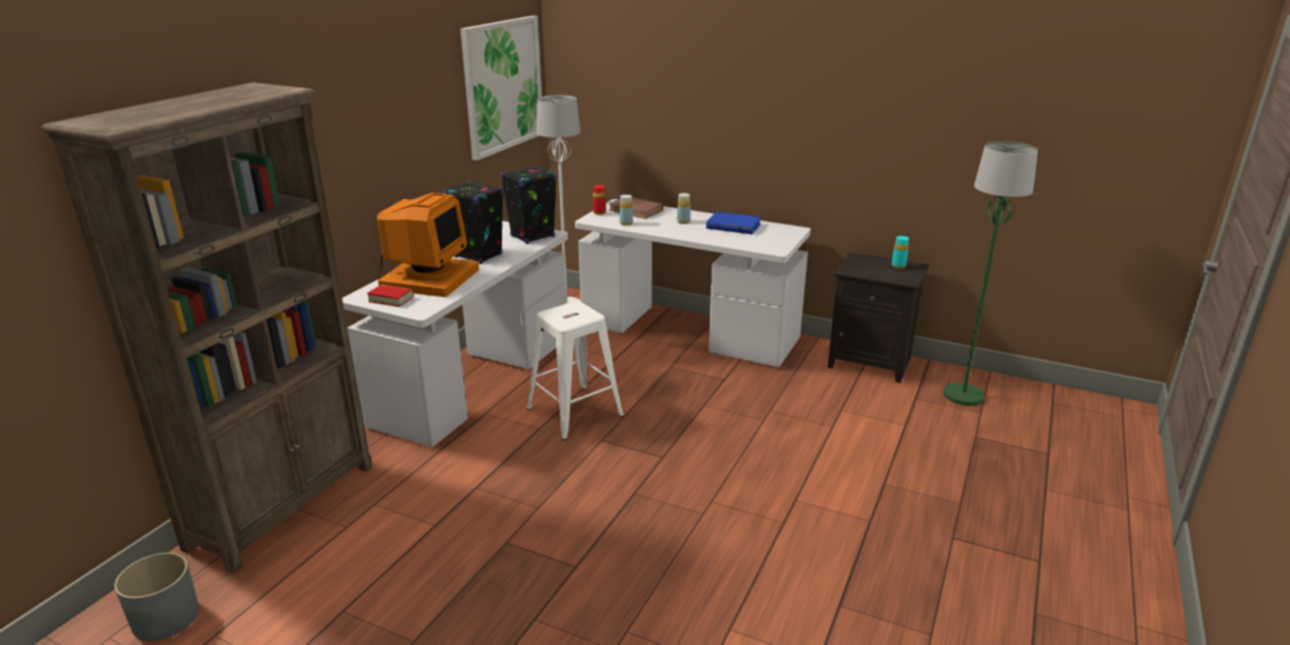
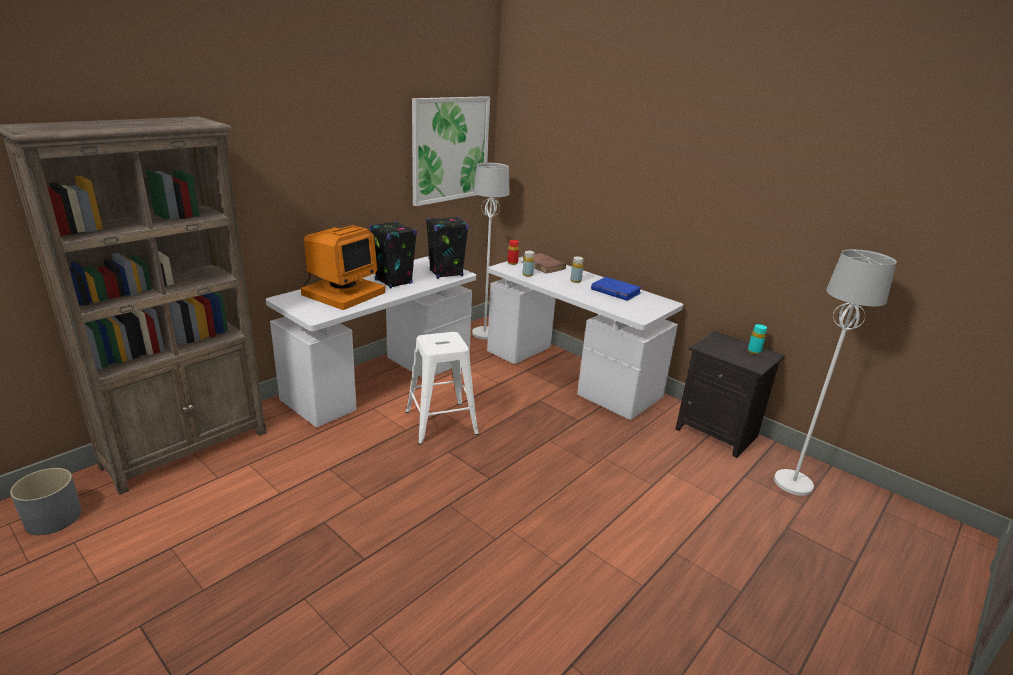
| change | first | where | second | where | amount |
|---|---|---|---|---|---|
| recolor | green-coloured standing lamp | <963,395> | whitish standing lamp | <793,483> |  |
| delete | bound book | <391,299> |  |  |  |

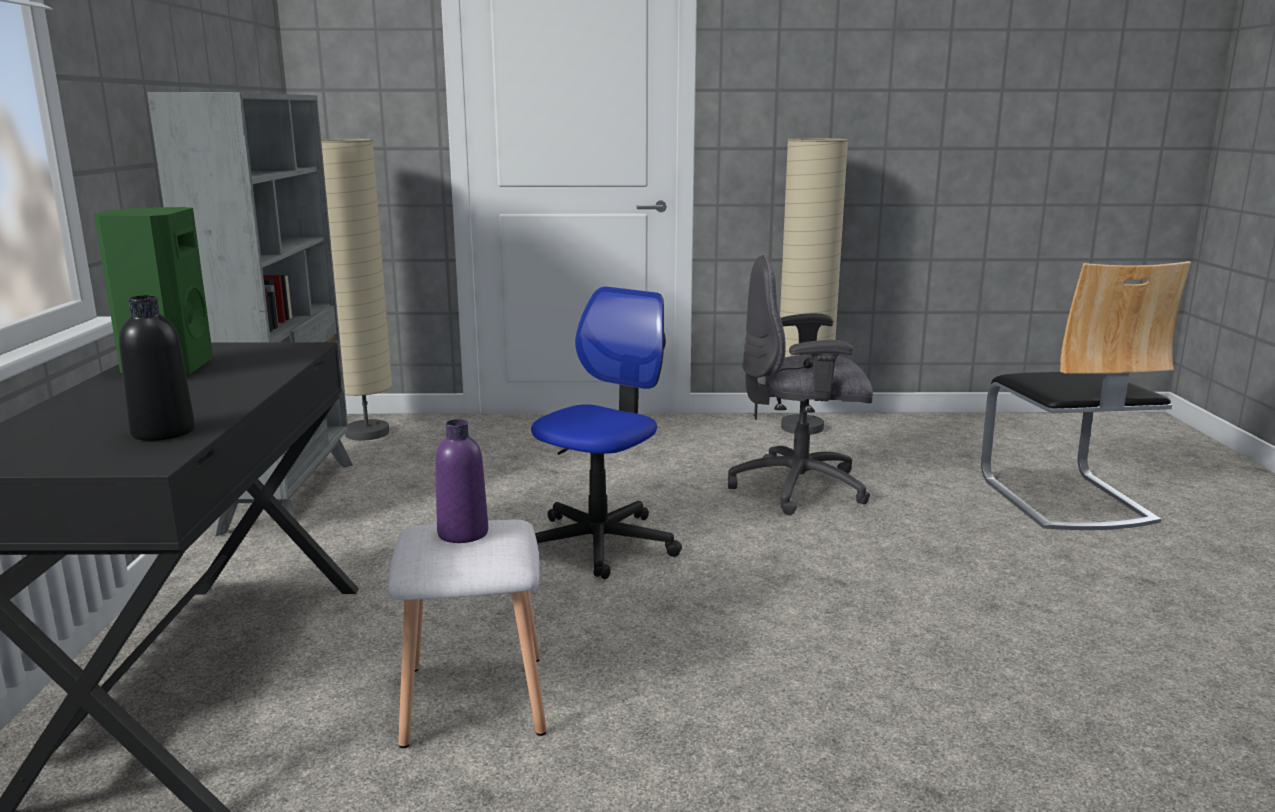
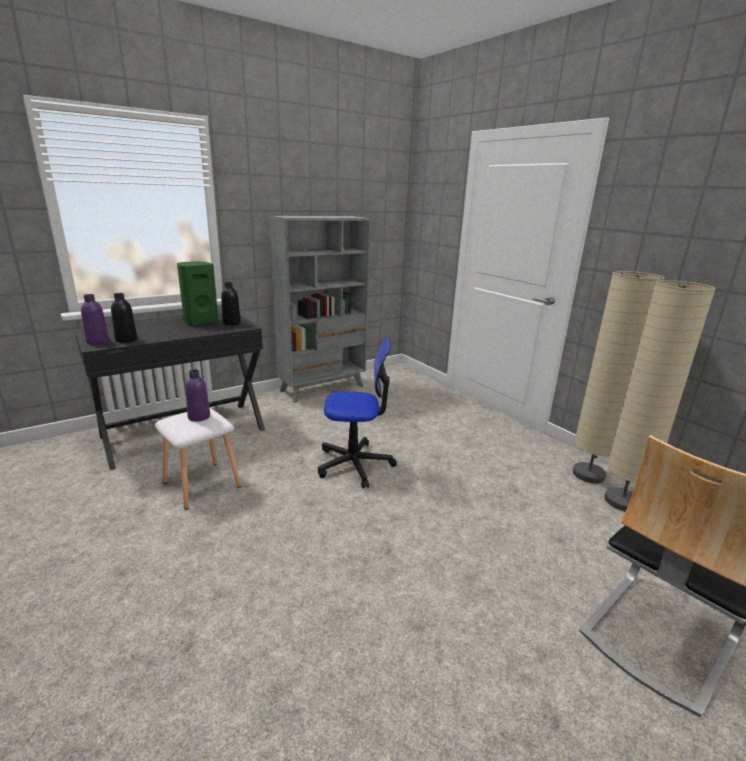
| change | first | where | second | where | amount |
|---|---|---|---|---|---|
| move | beige standing lamp | <367,433> |  | <622,501> |  |
| delete | gray computer chair | <801,488> |  |  |  |
| insert |  |  | black drink bottle | <231,323> |  |
| insert |  |  | purple-coloured drink bottle | <98,342> |  |

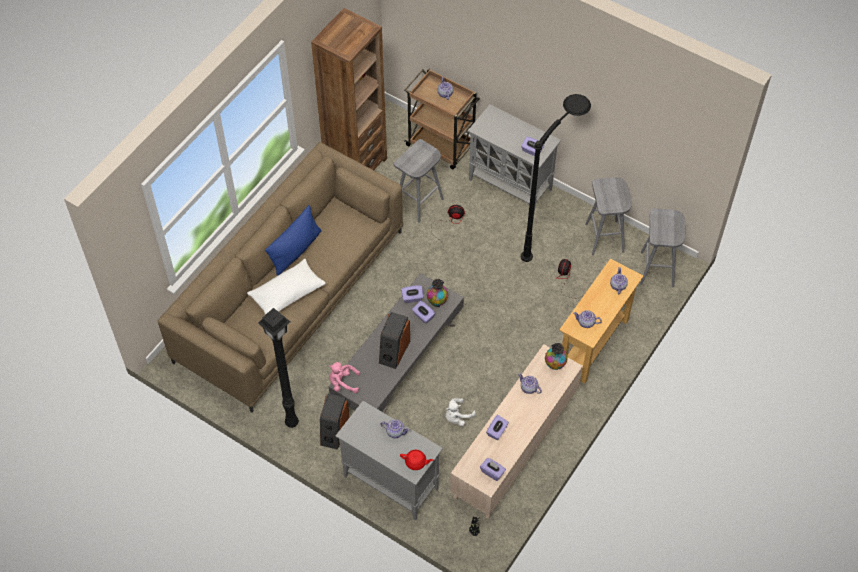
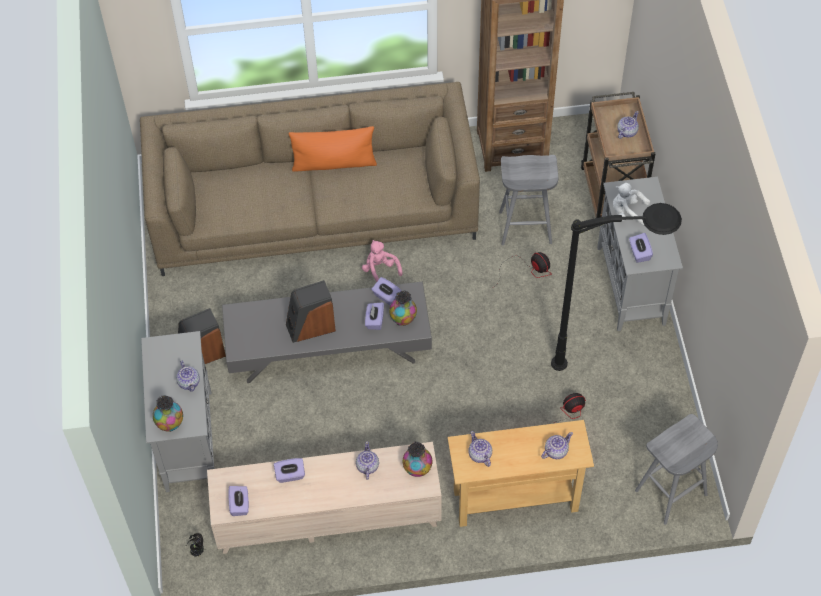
| change | first | where | second | where | amount |
|---|---|---|---|---|---|
| delete | gray stool | <605,238> |  |  |  |
| recolor | blue-coloured cushion | <295,250> | orangey cushion | <334,163> |  |
| delete | whitish cushion | <287,294> |  |  |  |
| delete | black standing lamp | <290,423> |  |  |  |
| move | pink-coloured plush toy | <343,383> |  | <380,270> |  |
| move | whitish plush toy | <457,417> |  | <628,213> |  |
| replace | reddish tea pot | <416,462> | decorative vase | <170,424> |  |

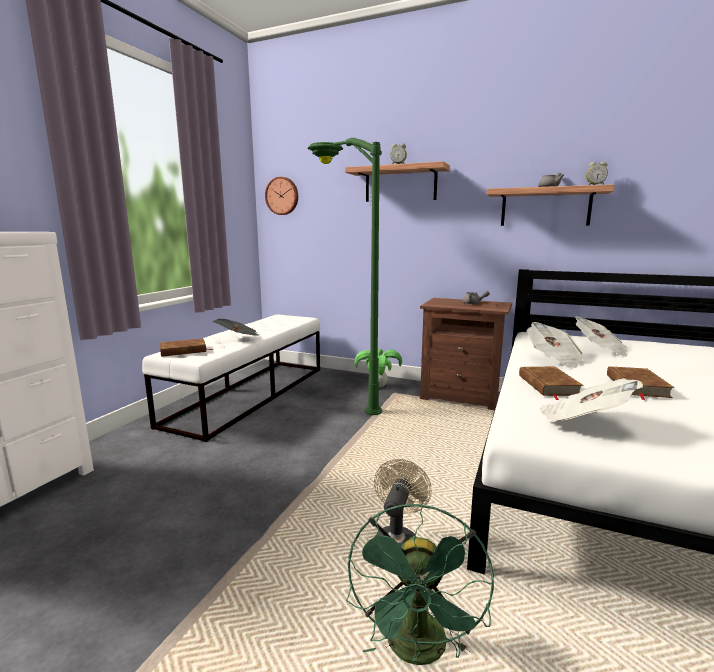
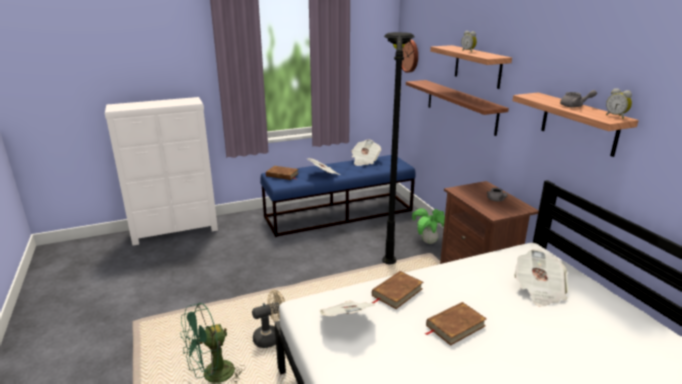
| change | first | where | second | where | amount |
|---|---|---|---|---|---|
| recolor | green-coloured standing lamp | <340,396> | black standing lamp | <389,239> |  |
| recolor | whitish bench | <250,394> | blue-coloured bench | <339,213> |  |
| move | newspaper | <554,359> |  | <365,161> |  |
| insert |  |  | shelf | <460,106> |  |

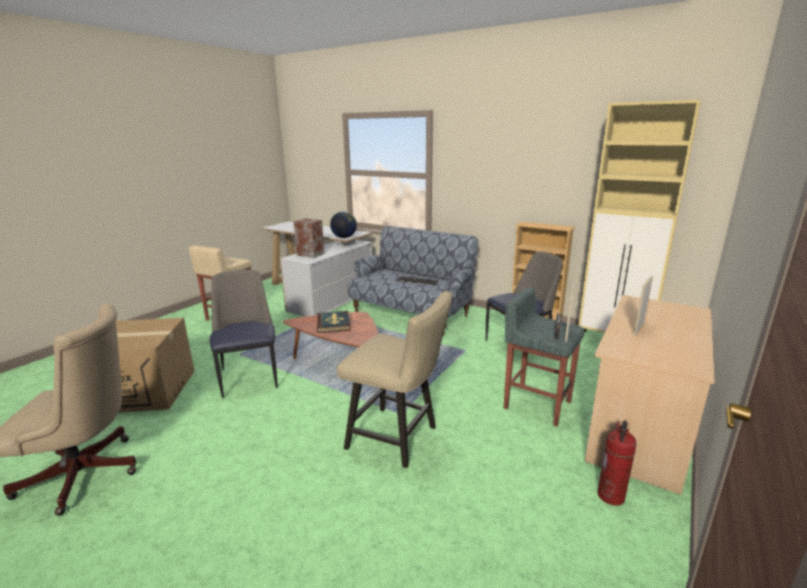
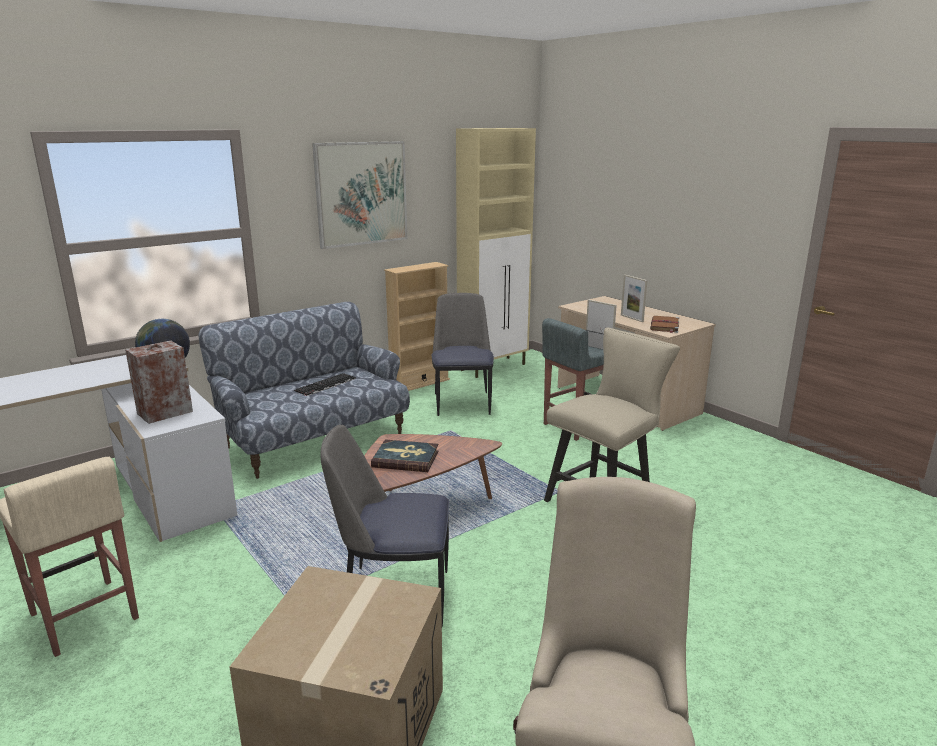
| change | first | where | second | where | amount |
|---|---|---|---|---|---|
| delete | fire extinguisher | <611,496> |  |  |  |
| insert |  |  | wall picture | <361,193> |  |
| insert |  |  | brown bound book | <664,326> |  |

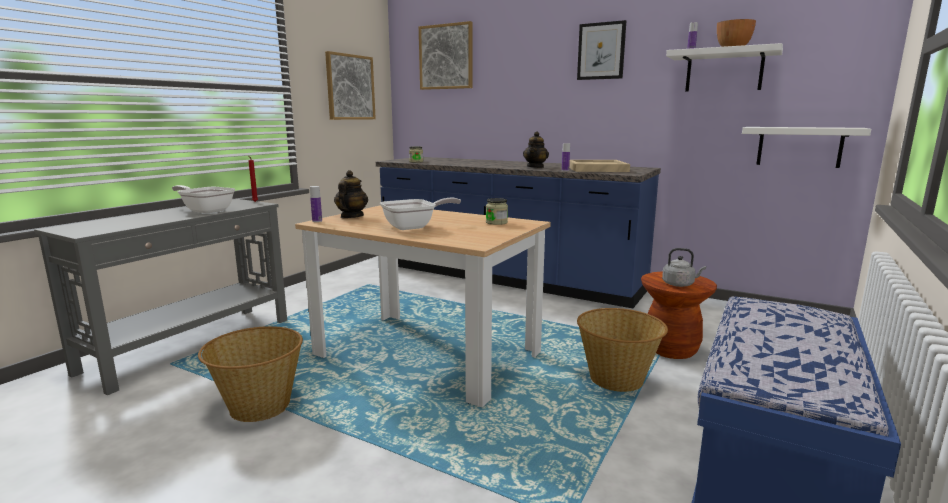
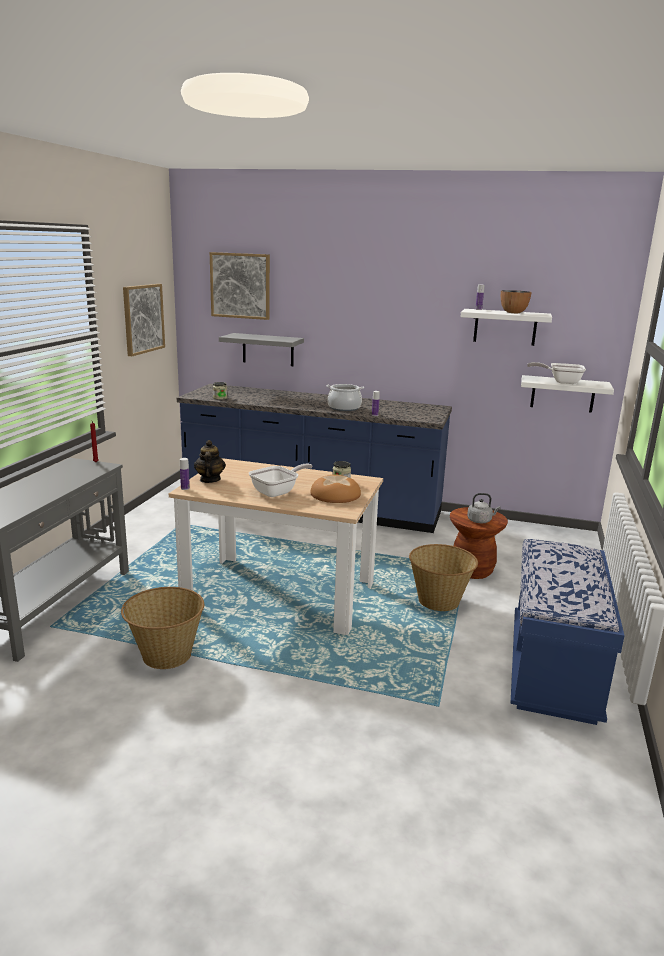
| change | first | where | second | where | amount |
|---|---|---|---|---|---|
| delete | wall picture | <601,51> |  |  |  |
| replace | tea pot | <535,167> | stockpot | <344,408> |  |
| delete | beige serving tray | <596,169> |  |  |  |
| move | pan | <206,210> |  | <561,382> |  |
| insert |  |  | gray shelf | <268,349> |  |
| insert |  |  | bread | <336,495> |  |

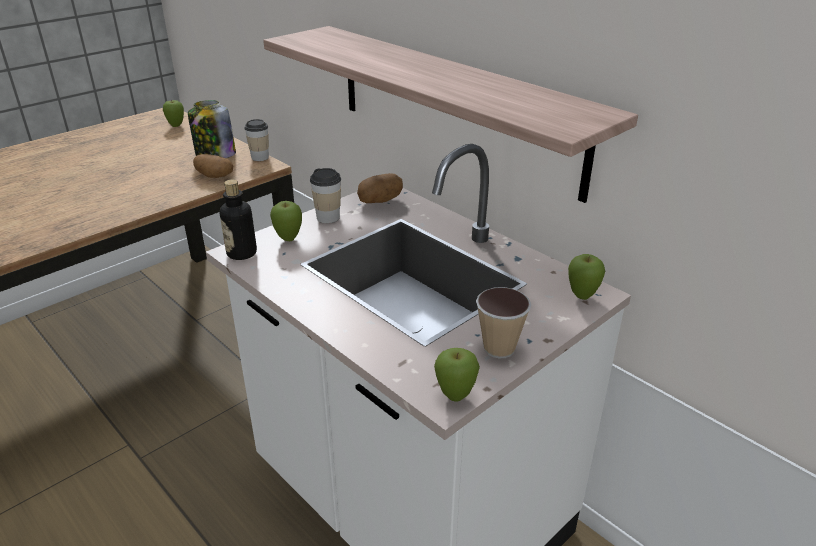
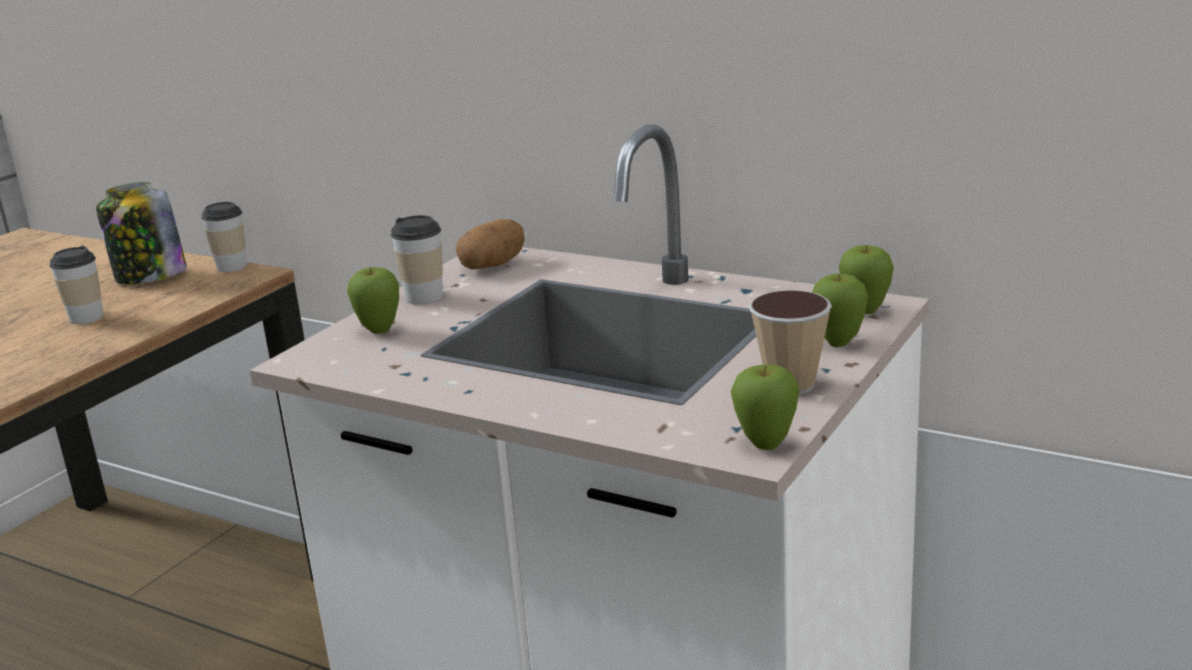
| change | first | where | second | where | amount |
|---|---|---|---|---|---|
| delete | shelf | <454,106> |  |  |  |
| move | whole apple | <176,126> |  | <839,343> |  |
| delete | potato | <213,176> |  |  |  |
| delete | drink bottle | <241,253> |  |  |  |
| insert |  |  | cup | <86,317> |  |

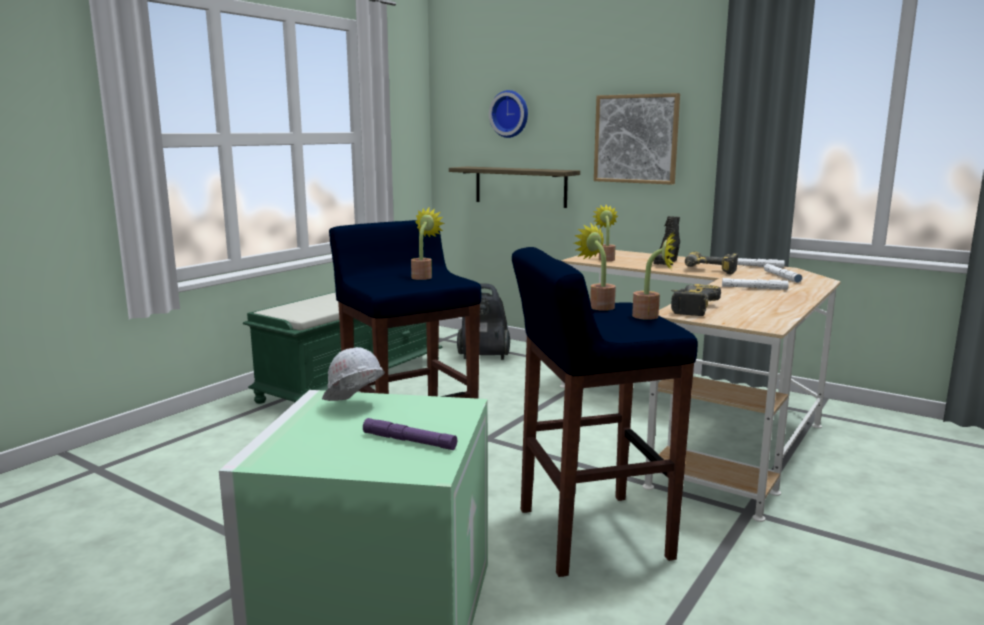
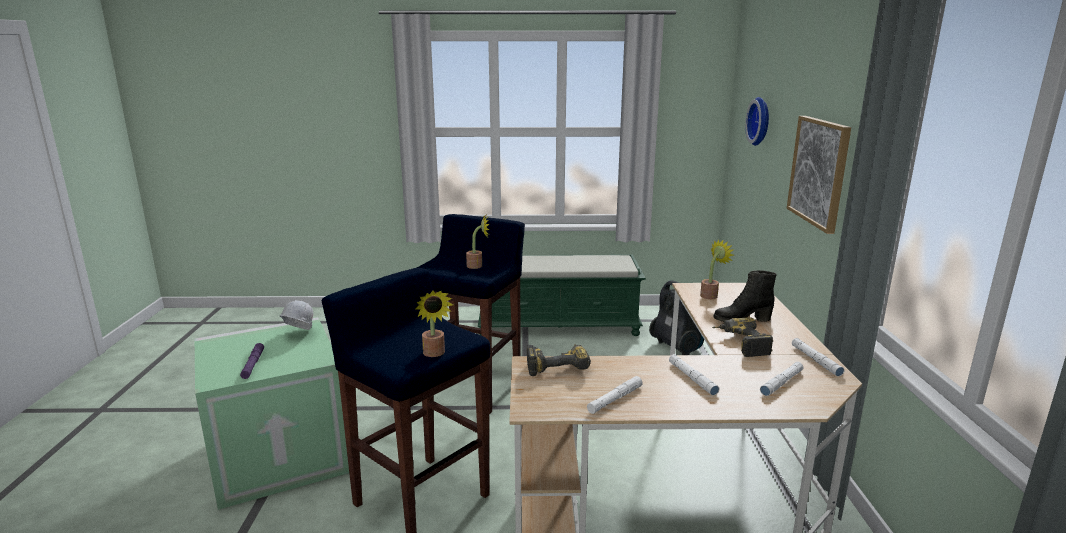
| change | first | where | second | where | amount |
|---|---|---|---|---|---|
| delete | shelf | <520,186> |  |  |  |
| delete | houseplant | <598,306> |  |  |  |
| insert |  |  | whitish hand torch | <615,399> |  |

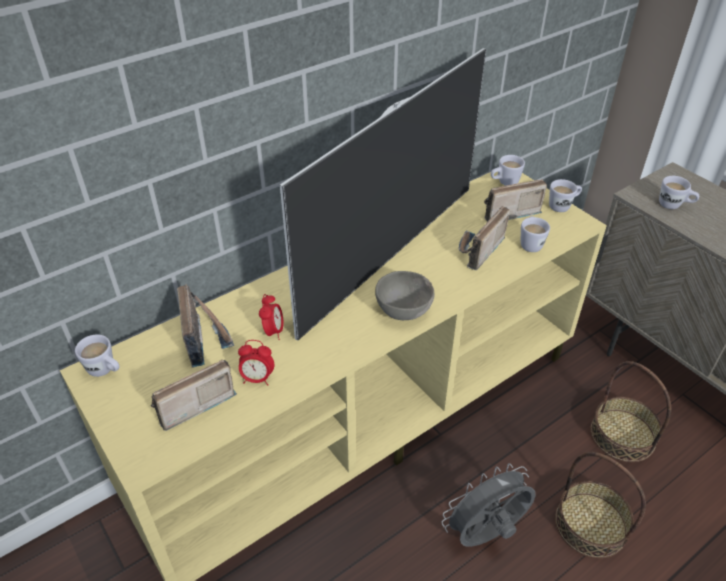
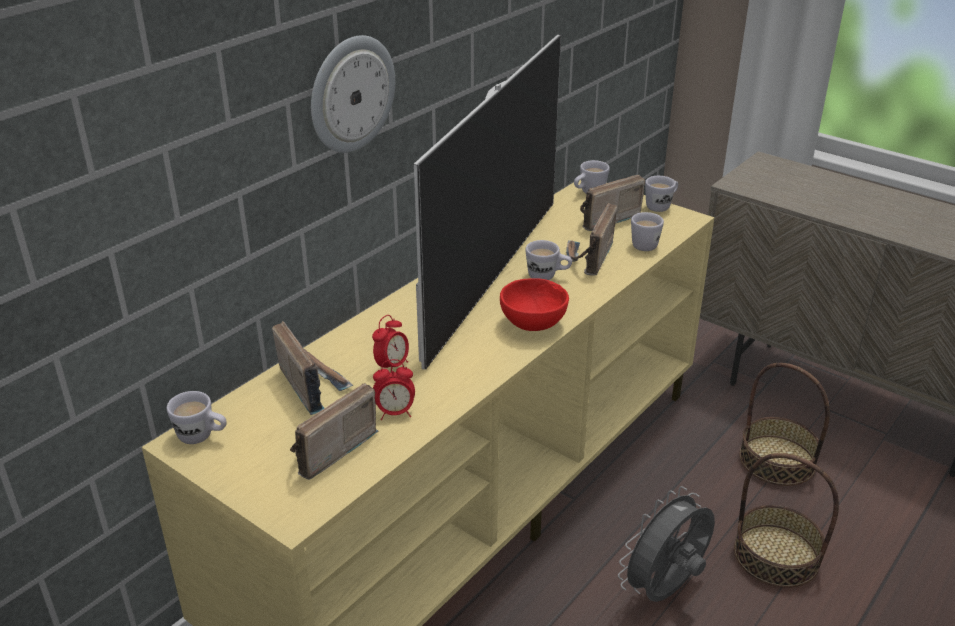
| change | first | where | second | where | amount |
|---|---|---|---|---|---|
| move | whitish mug | <674,205> |  | <547,277> |  |
| recolor | gray serving bowl | <404,312> | reddish serving bowl | <534,325> |  |
| rotate | alarm clock | <273,331> |  | <392,366> | 45 degrees clockwise |
| insert |  |  | wall clock | <351,94> |  |

